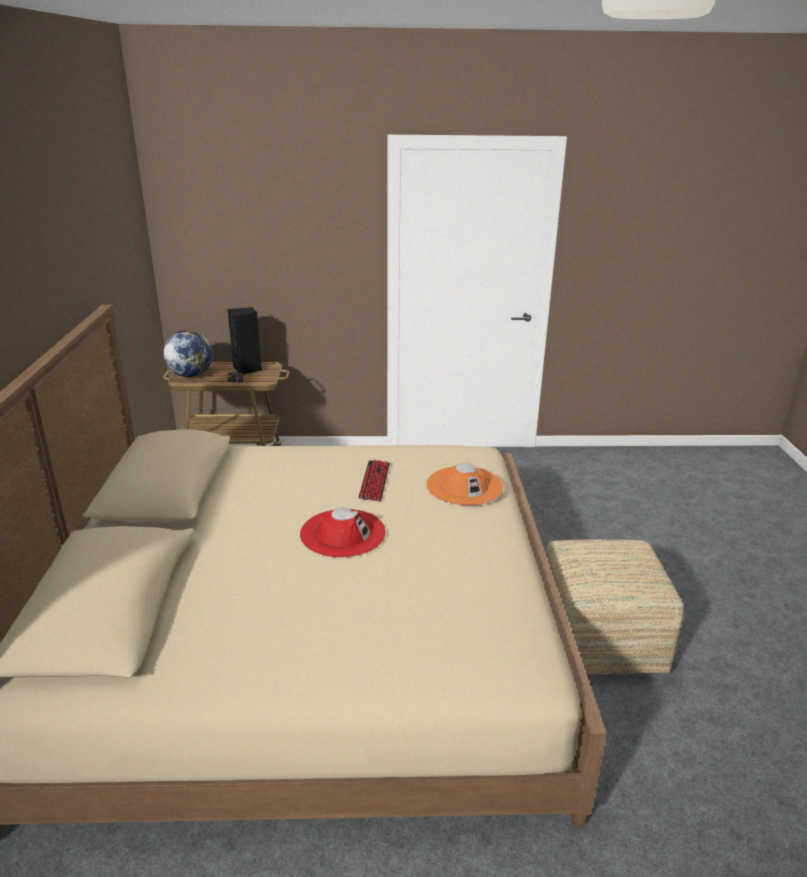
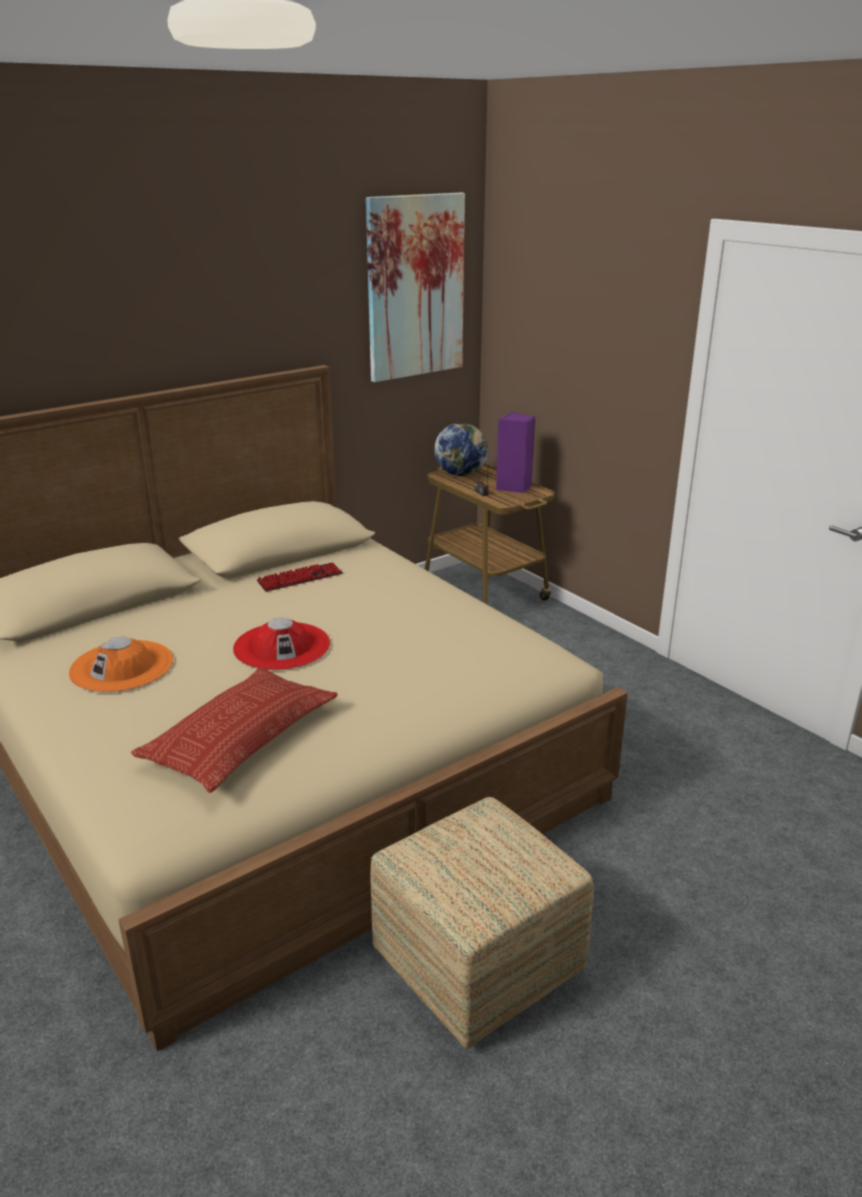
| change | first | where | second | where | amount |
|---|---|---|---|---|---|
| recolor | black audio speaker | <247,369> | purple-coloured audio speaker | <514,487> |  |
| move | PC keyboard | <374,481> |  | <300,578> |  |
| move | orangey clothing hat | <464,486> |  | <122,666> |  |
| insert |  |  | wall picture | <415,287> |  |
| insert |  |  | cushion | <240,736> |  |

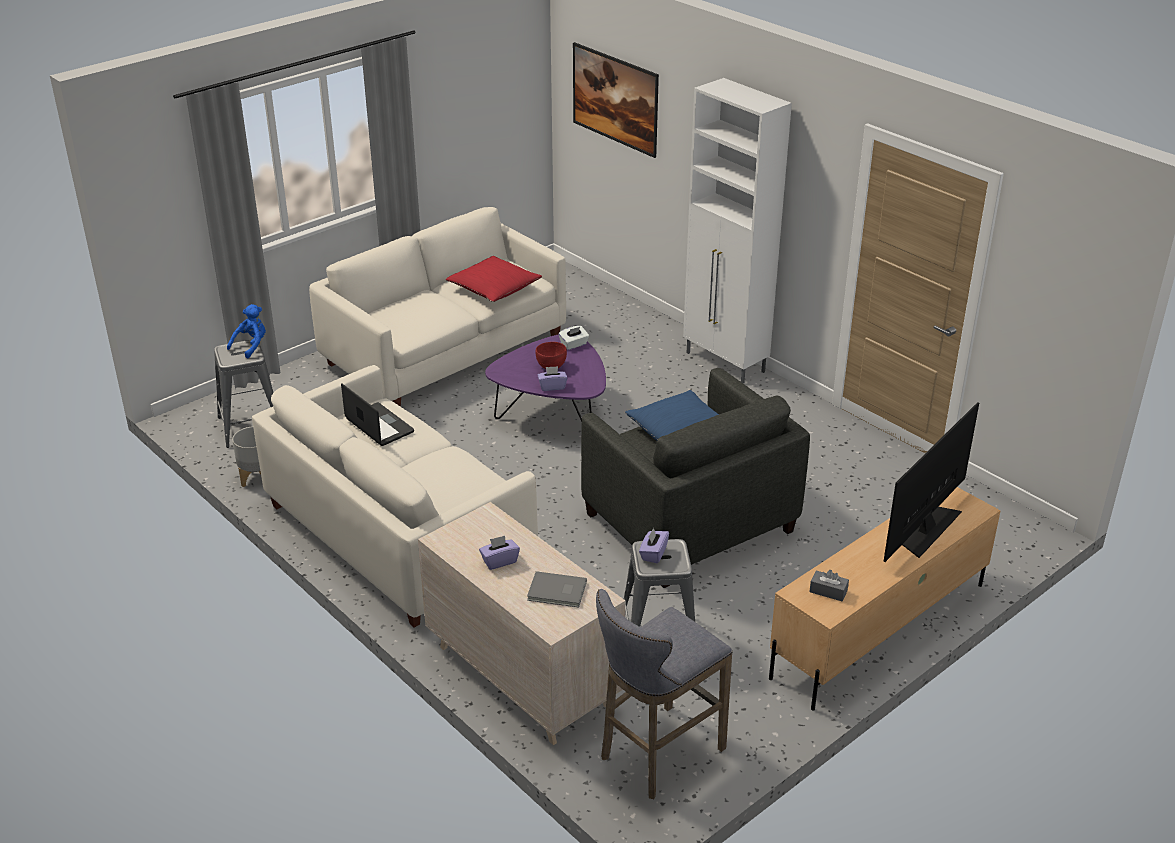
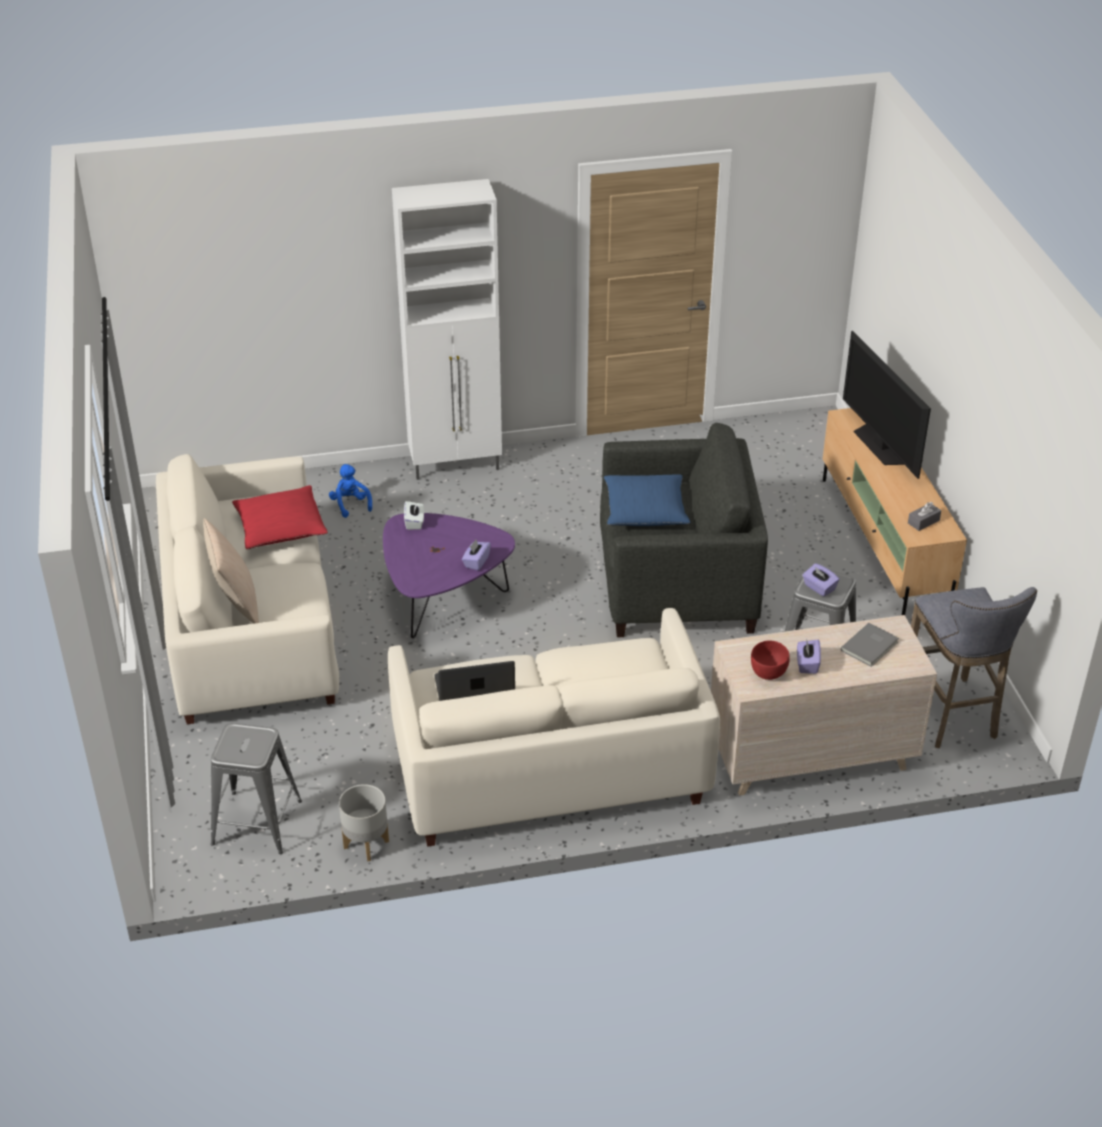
| change | first | where | second | where | amount |
|---|---|---|---|---|---|
| delete | wall picture | <614,119> |  |  |  |
| move | blue-coloured plush toy | <251,346> |  | <350,504> |  |
| move | reddish serving bowl | <551,367> |  | <768,673> |  |
| insert |  |  | beige cushion | <236,603> |  |

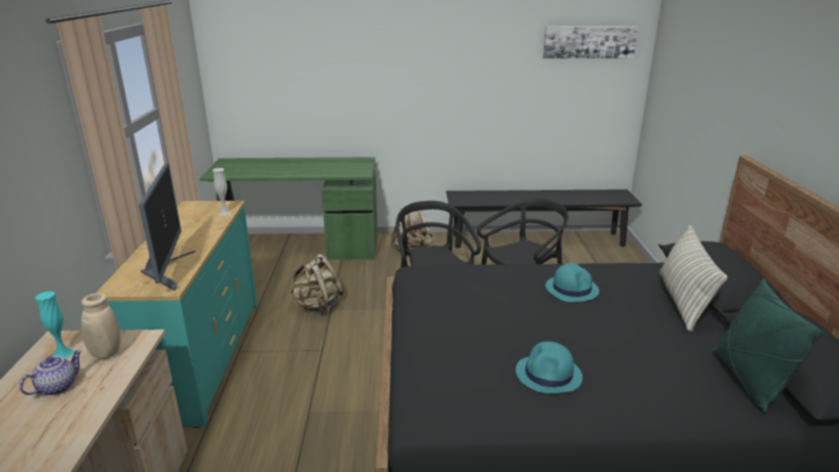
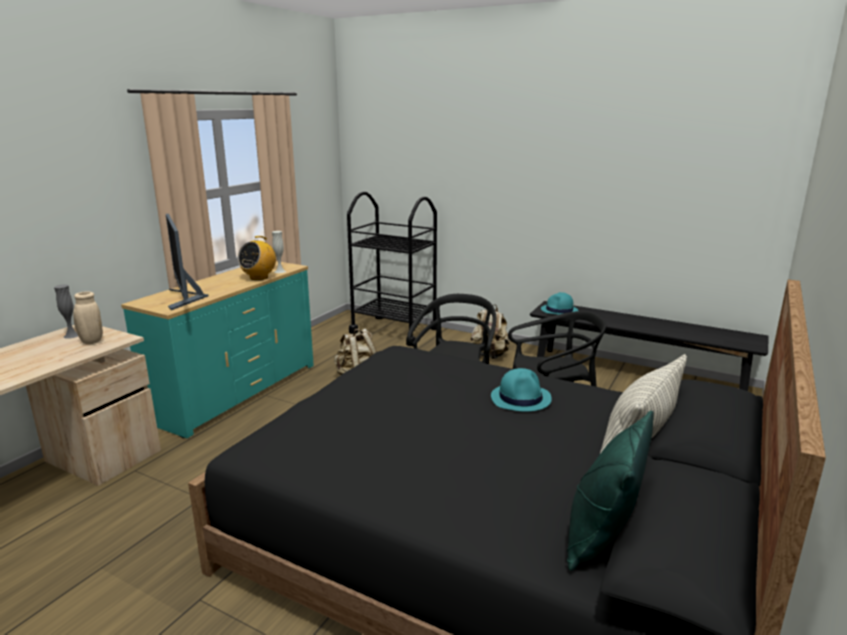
| change | first | where | second | where | amount |
|---|---|---|---|---|---|
| delete | wall picture | <589,42> |  |  |  |
| replace | green-coloured desk unit | <299,246> | black trolley | <394,330> |  |
| rotate | computer screen | <168,270> |  | <186,298> | 135 degrees clockwise |
| recolor | turquoise-coloured decorative vase | <62,354> | gray decorative vase | <71,335> |  |
| move | turquoise-coloured clothing hat | <549,375> |  | <559,310> |  |
| delete | tea pot | <57,387> |  |  |  |
| insert |  |  | radio | <259,277> |  |

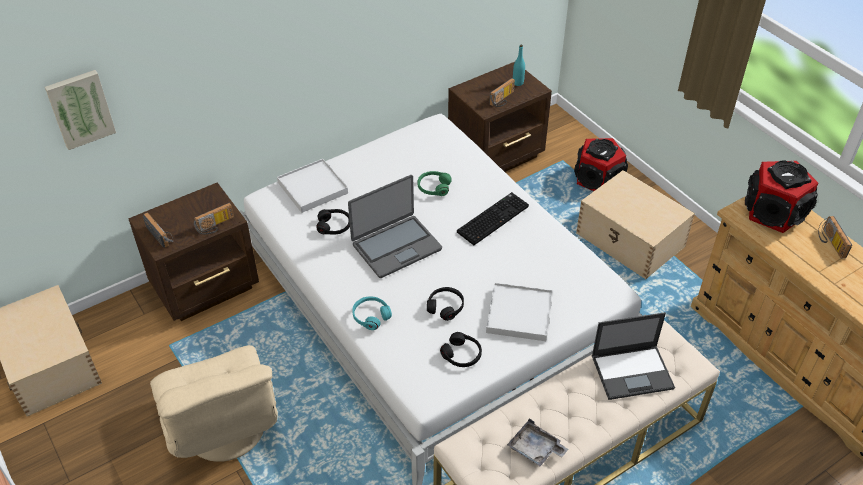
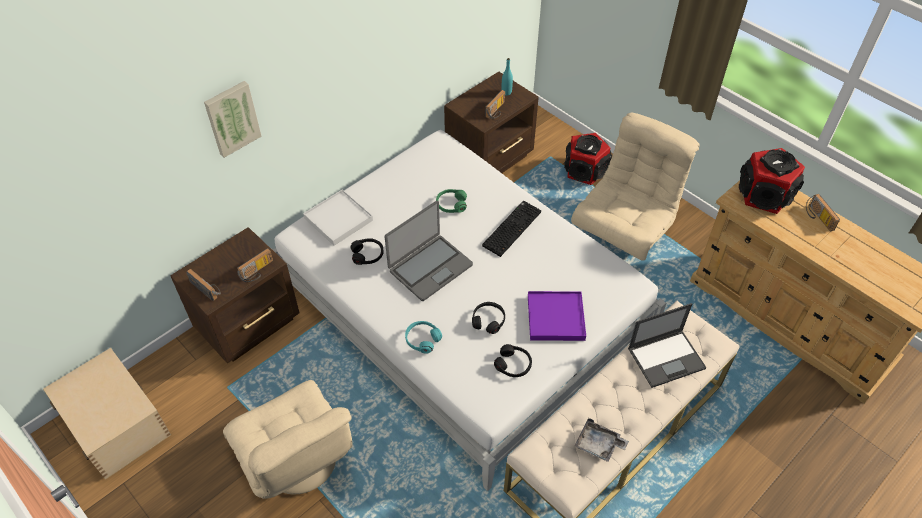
| change | first | where | second | where | amount |
|---|---|---|---|---|---|
| move | wall picture | <80,108> |  | <232,118> |  |
| replace | beige storage box | <630,241> | beige armchair | <626,226> |  |
| recolor | whitish serving tray | <519,314> | purple-coloured serving tray | <556,317> |  |

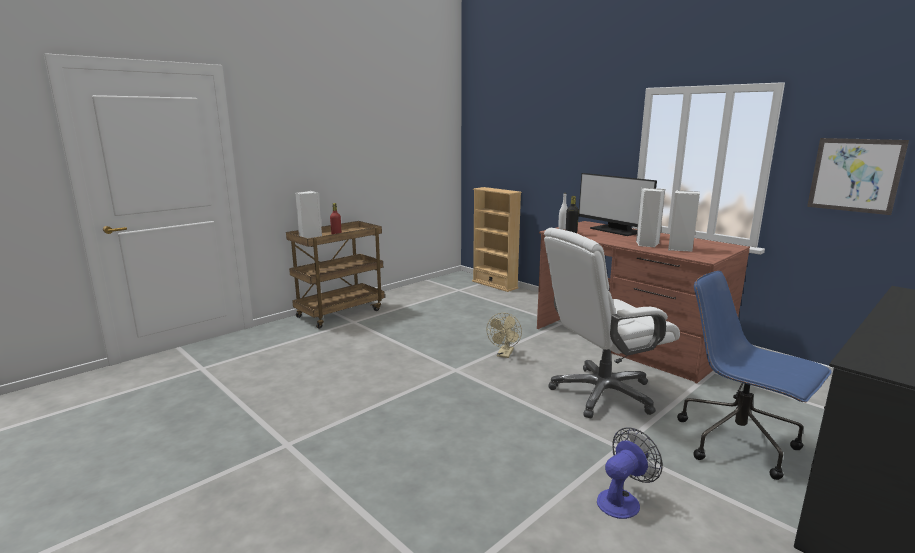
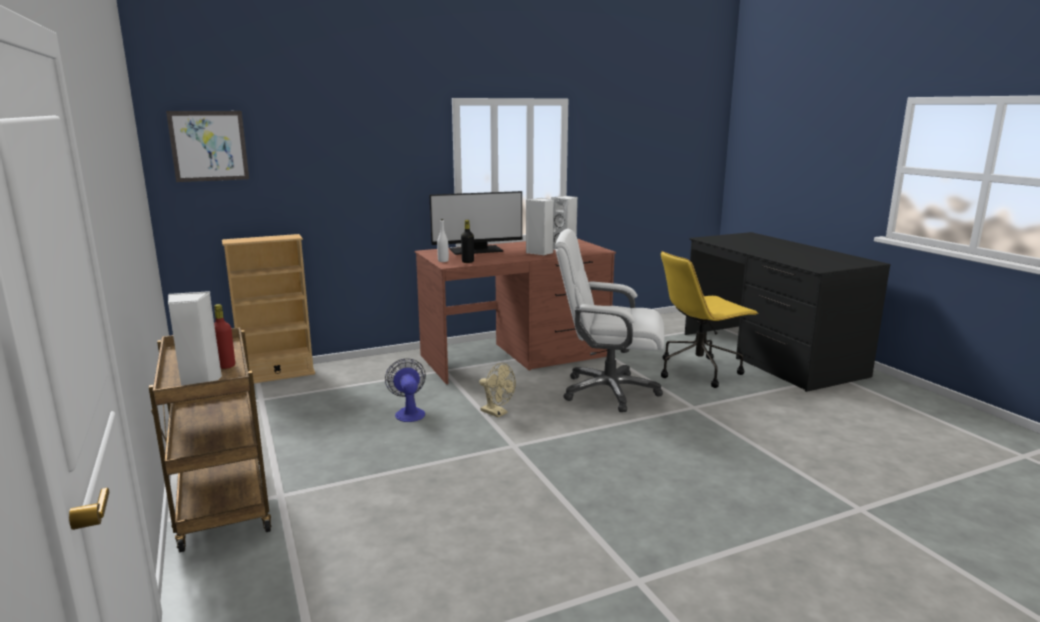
| change | first | where | second | where | amount |
|---|---|---|---|---|---|
| move | wall picture | <855,175> |  | <209,146> |  |
| rotate | whitish computer chair | <602,394> |  | <608,391> | 105 degrees clockwise |
| recolor | blue-coloured computer chair | <739,444> | yellow computer chair | <699,370> |  |
| move | cooling fan | <622,500> |  | <409,412> |  |

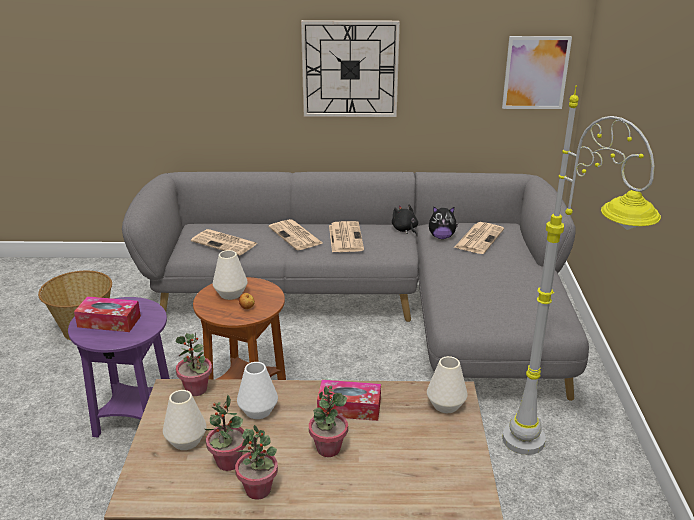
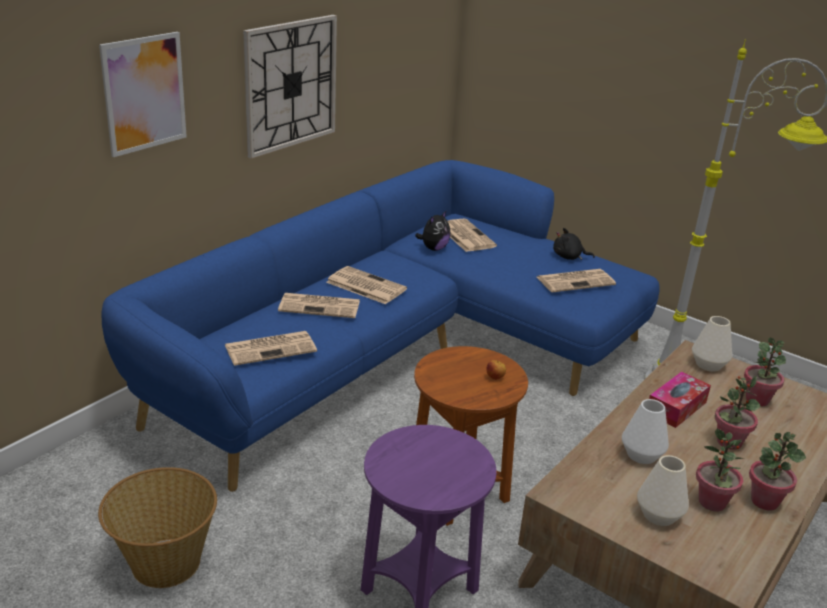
| change | first | where | second | where | amount |
|---|---|---|---|---|---|
| move | wall picture | <535,73> |  | <144,93> |  |
| recolor | gray couch | <377,307> | blue-coloured couch | <400,352> |  |
| move | black plush toy | <405,230> |  | <569,257> |  |
| delete | whitish decorative vase | <231,294> |  |  |  |
| delete | tissue box | <109,321> |  |  |  |
| move | houseplant | <196,389> |  | <757,399> |  |
| insert |  |  | newspaper | <576,281> |  |

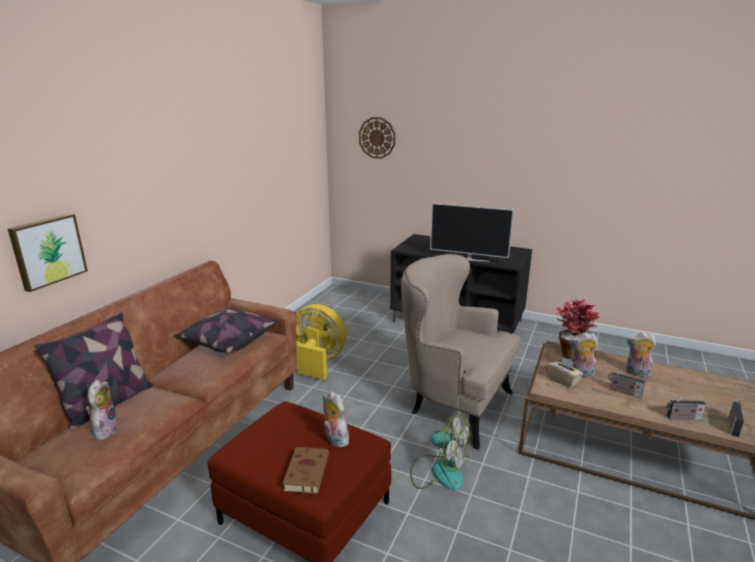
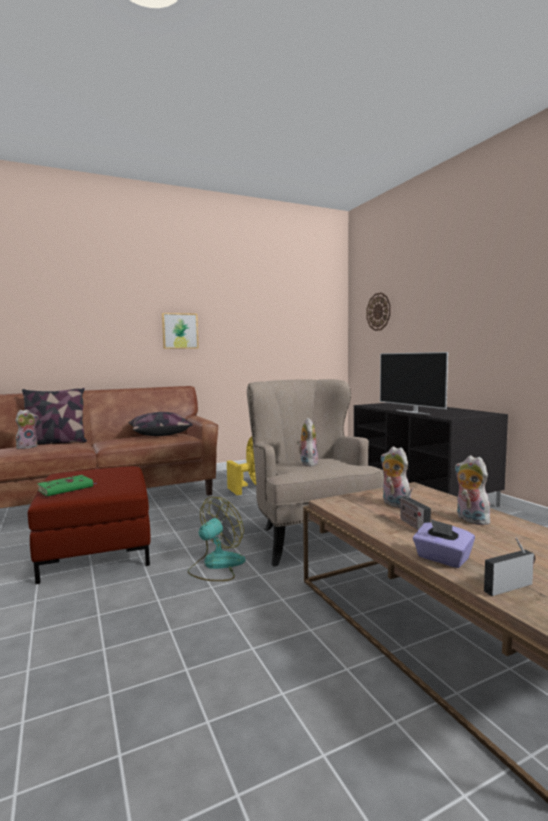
| change | first | where | second | where | amount |
|---|---|---|---|---|---|
| move | wall picture | <47,251> |  | <179,331> |  |
| delete | houseplant | <571,353> |  |  |  |
| delete | beige tissue box | <563,380> |  |  |  |
| move | plush toy | <334,439> |  | <307,463> |  |
| replace | radio | <682,418> | purple-coloured tissue box | <442,559> |  |
| rotate | cooling fan | <439,471> |  | <216,565> | 120 degrees counterclockwise |
| recolor | brown bound book | <307,471> | green-coloured bound book | <67,488> |  |

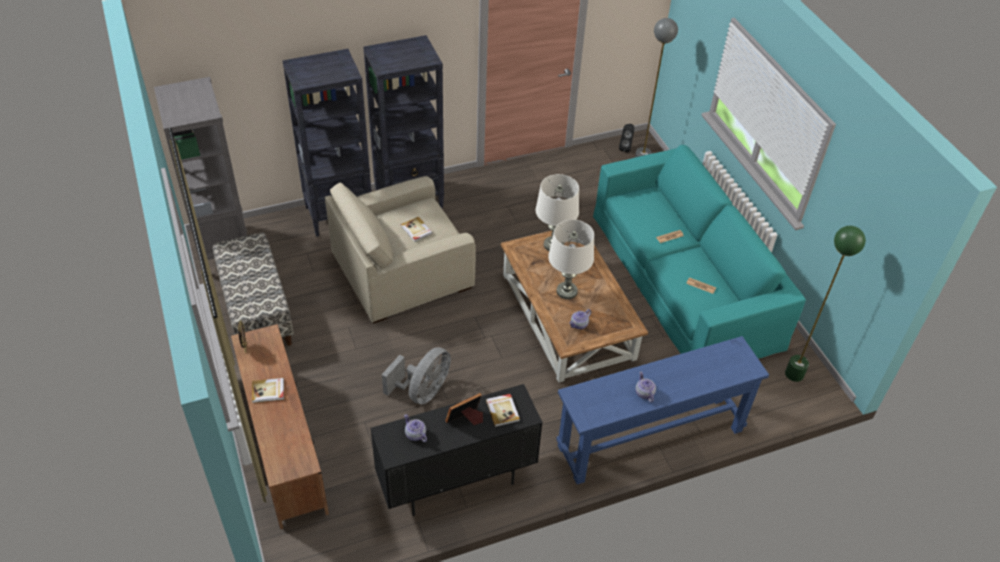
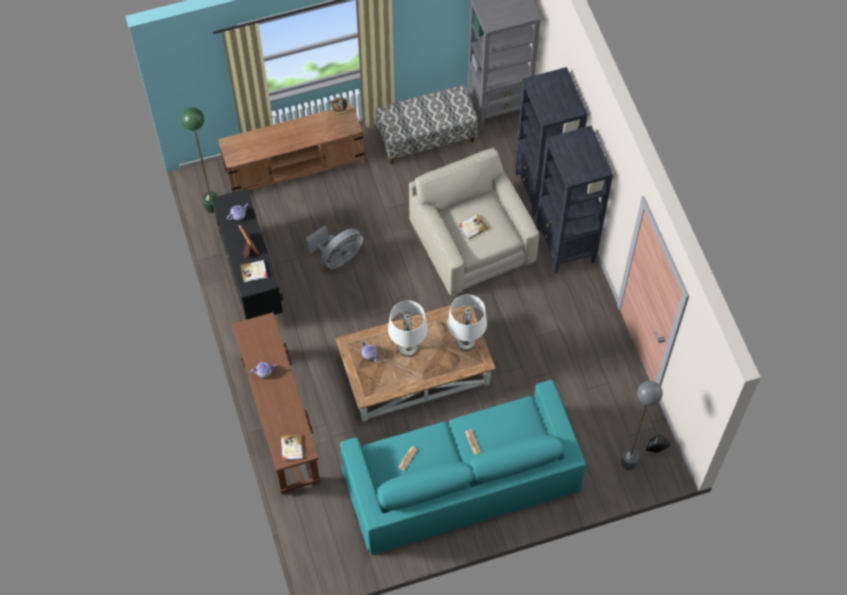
| change | first | where | second | where | amount |
|---|---|---|---|---|---|
| move | green-coloured standing lamp | <794,374> |  | <212,206> |  |
| recolor | blue-coloured narrow table | <650,438> | brown narrow table | <280,421> |  |
| rotate | gray cooling fan | <422,391> |  | <338,257> | 75 degrees counterclockwise |
| move | bound book | <268,391> |  | <291,448> |  |

